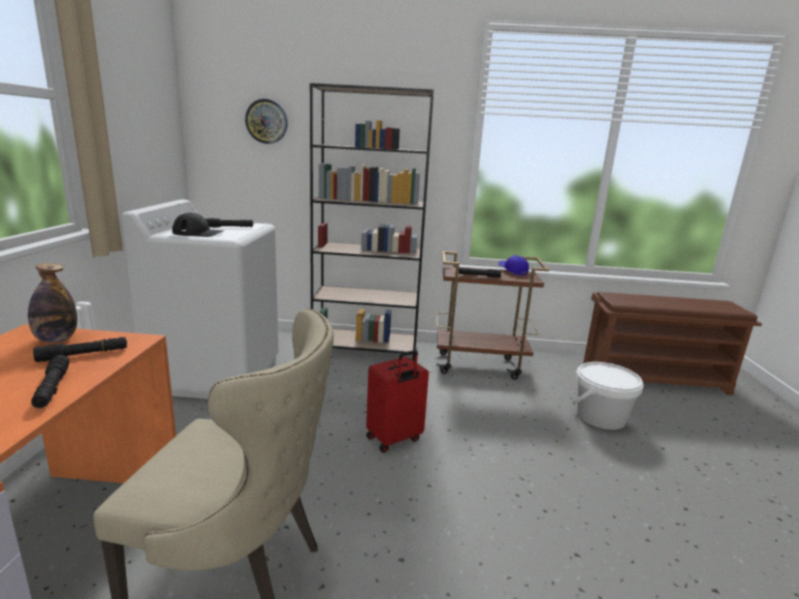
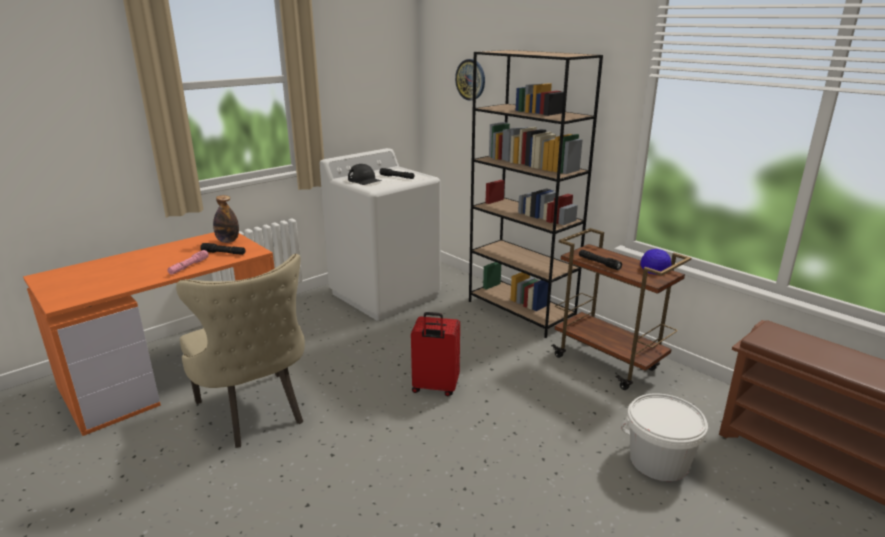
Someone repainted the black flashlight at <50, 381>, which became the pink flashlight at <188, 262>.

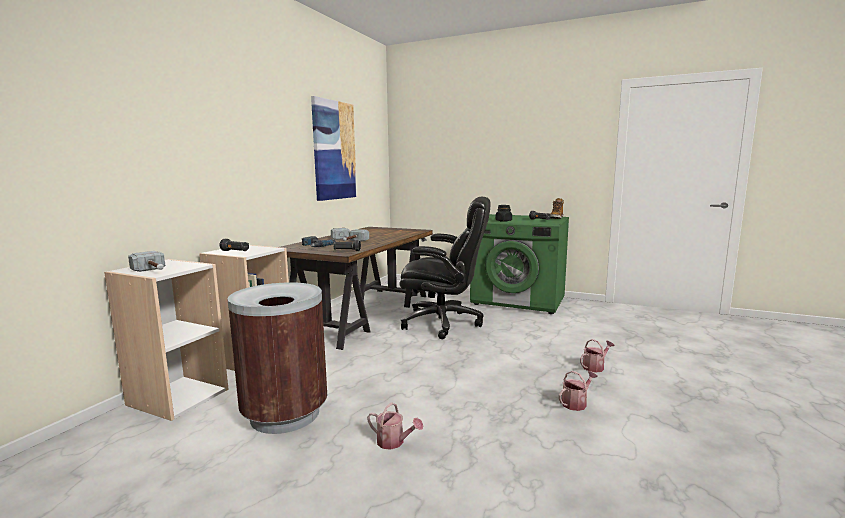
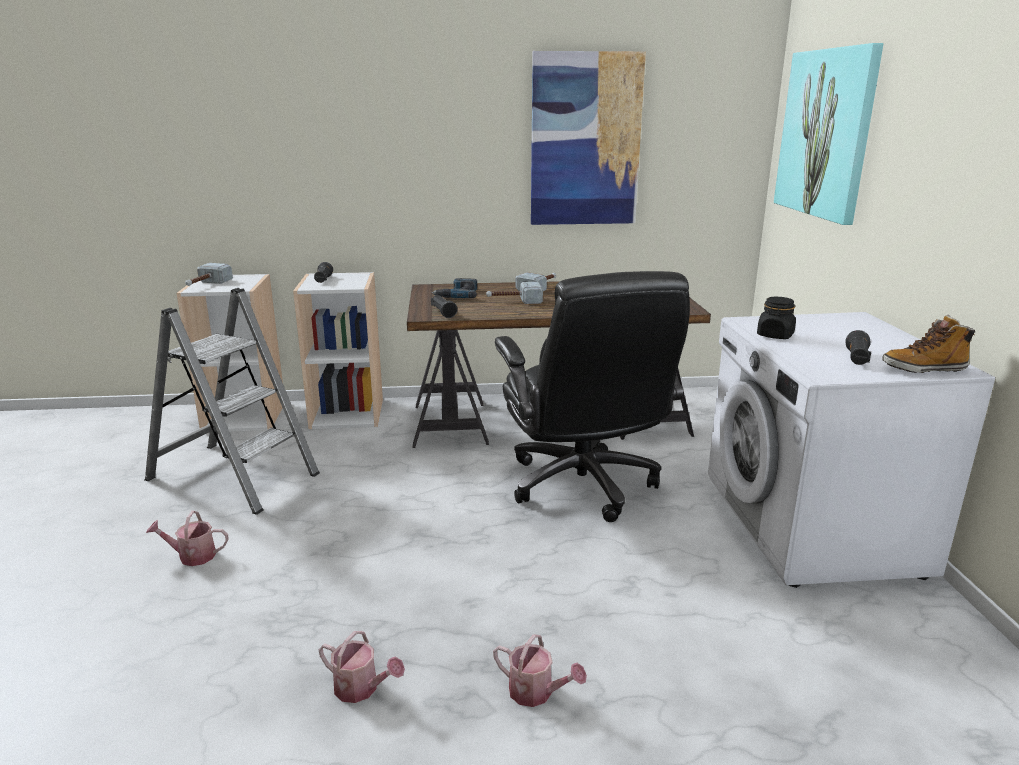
Someone put up the picture at <828, 134>. Someone swapped the brown trash can at <278, 358> for the grey step ladder at <232, 401>. Someone repainted the green washing machine at <519, 264>, which became the white washing machine at <851, 450>. Someone rotated the watering can at <395, 426> by 90 degrees clockwise.

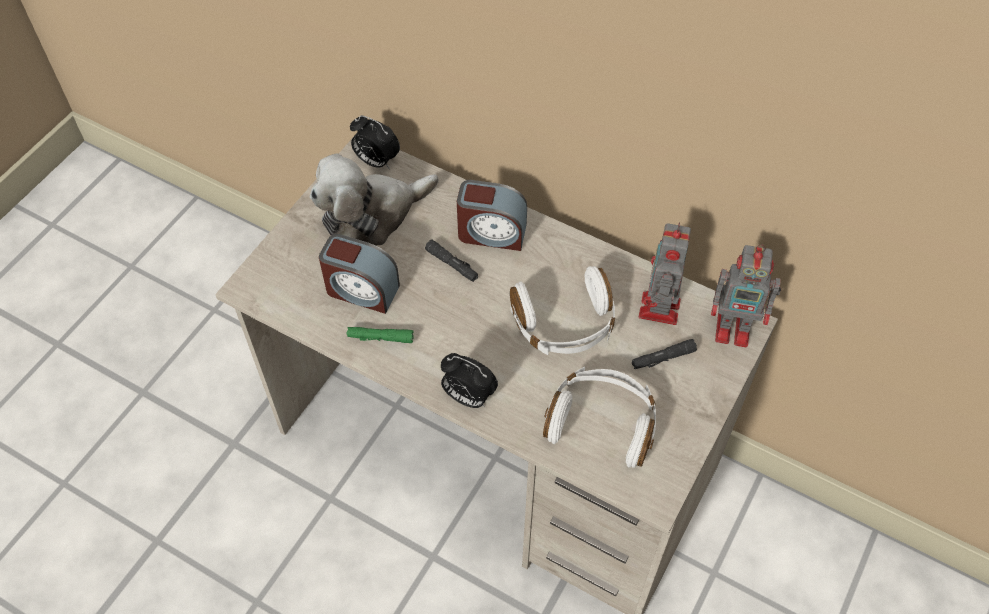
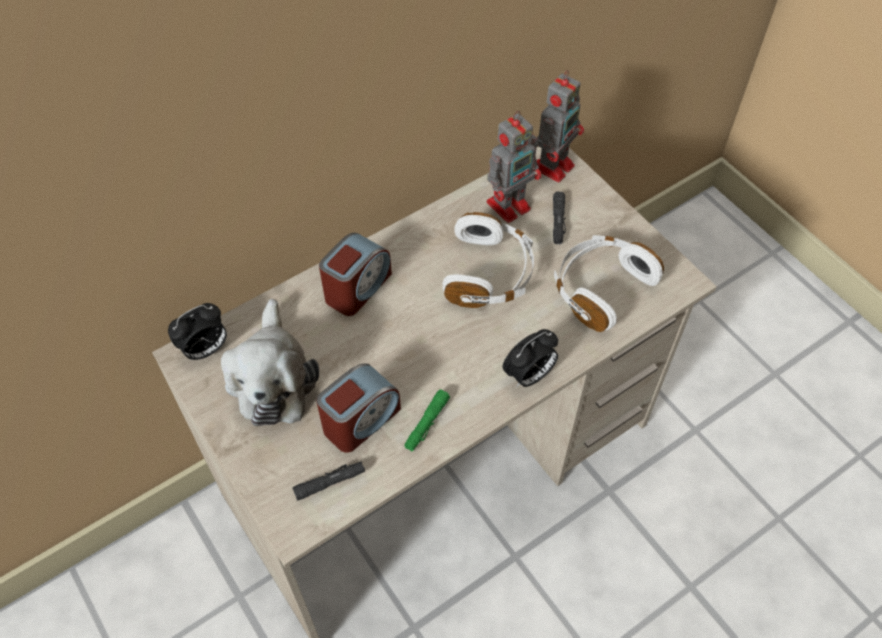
Someone carried the black flashlight from <451, 261> to <328, 481>. Someone rotated the toy robot at <665, 273> by 75 degrees counterclockwise.

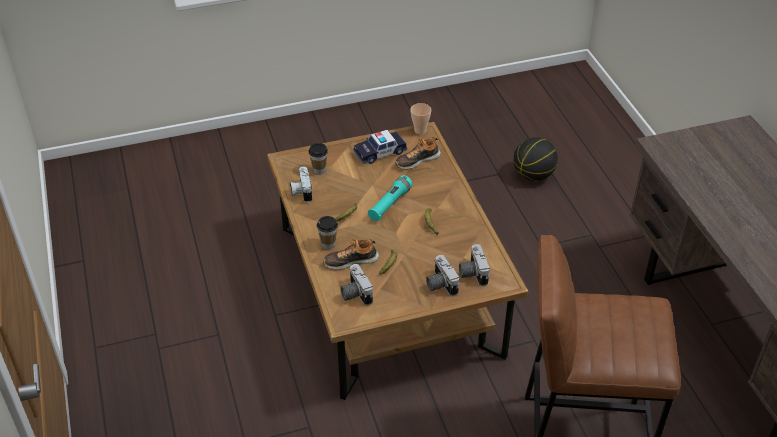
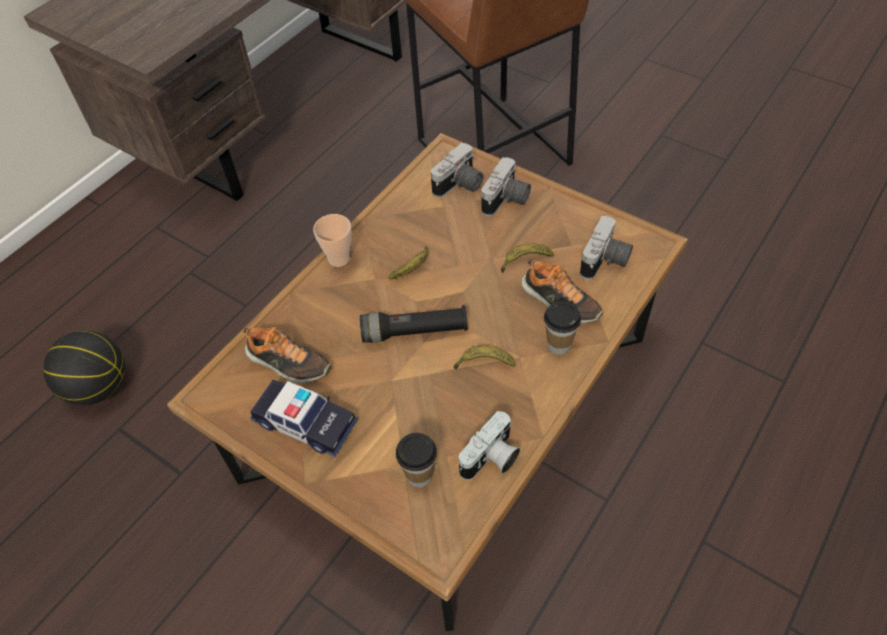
Someone carried the cup from <420, 118> to <332, 240>. Someone repainted the turquoise flashlight at <390, 198>, which became the black flashlight at <414, 324>.

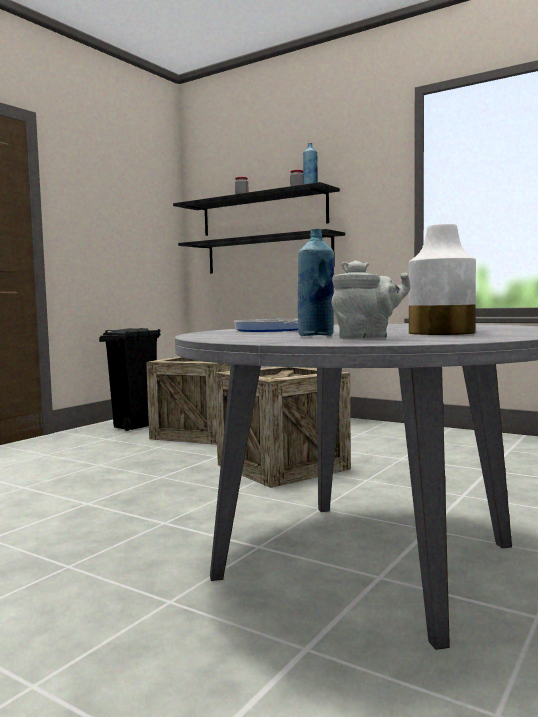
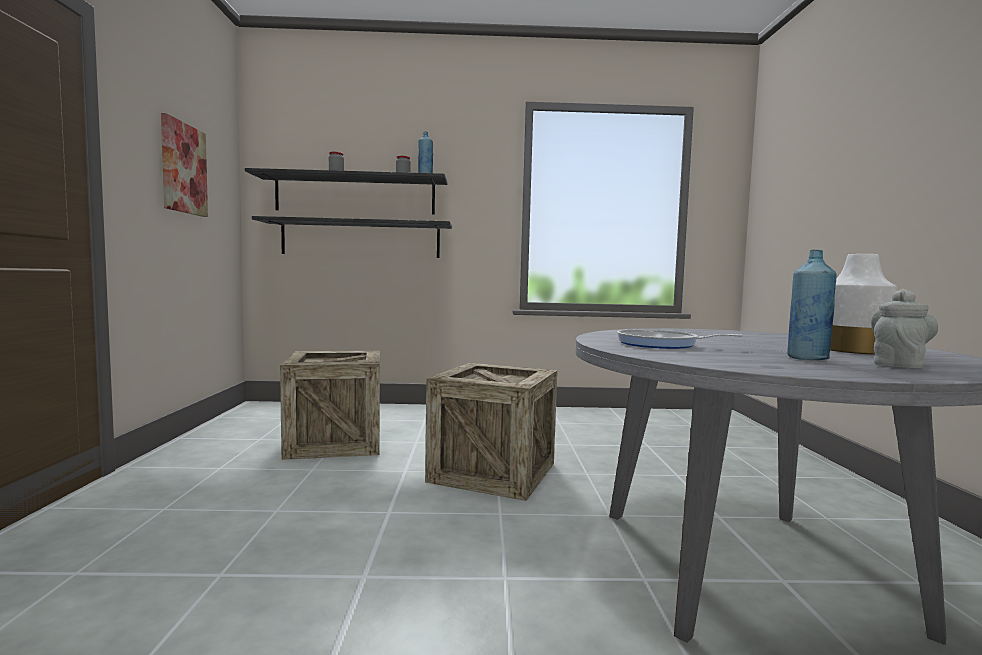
Someone took away the black trash can at <129, 379>. Someone put up the picture at <184, 165>.

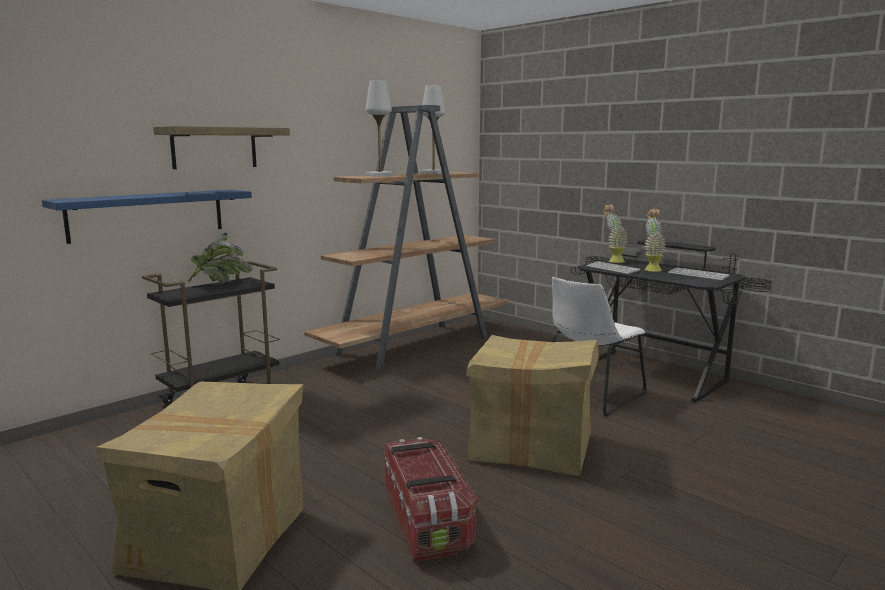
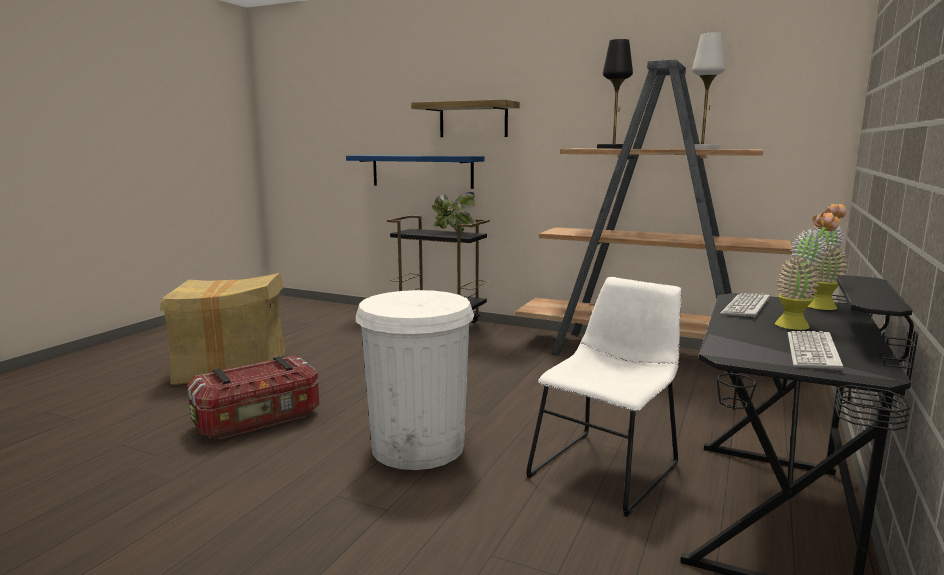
Someone swapped the cardboard box at <532, 405> for the white trash can at <415, 380>. Someone repainted the white table lamp at <380, 128>, which became the black table lamp at <615, 94>. Someone rotated the white chair at <599, 347> by 105 degrees clockwise.

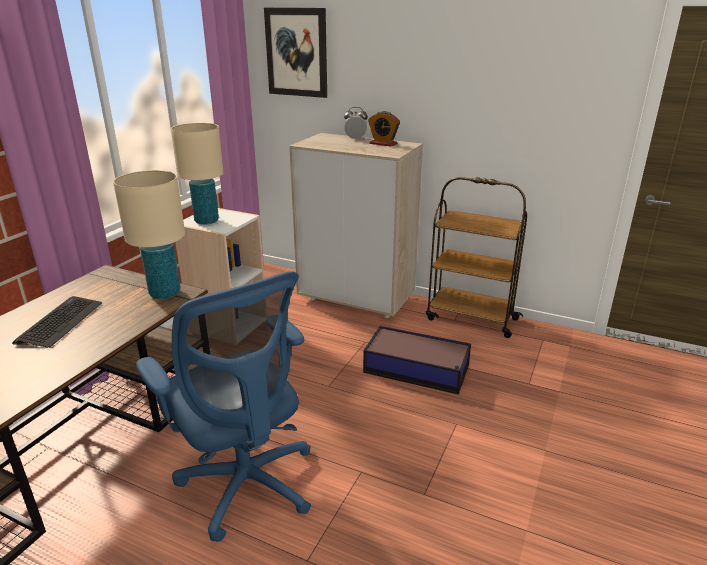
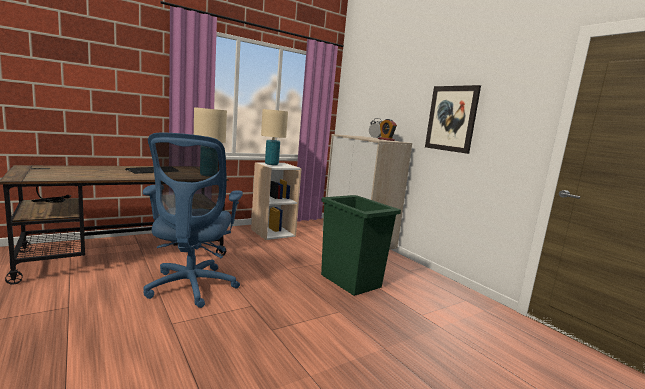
Someone took away the brown cart at <476, 257>. Someone carried the picture from <295, 53> to <453, 119>. Someone swapped the storage box at <417, 360> for the green trash can at <361, 245>.

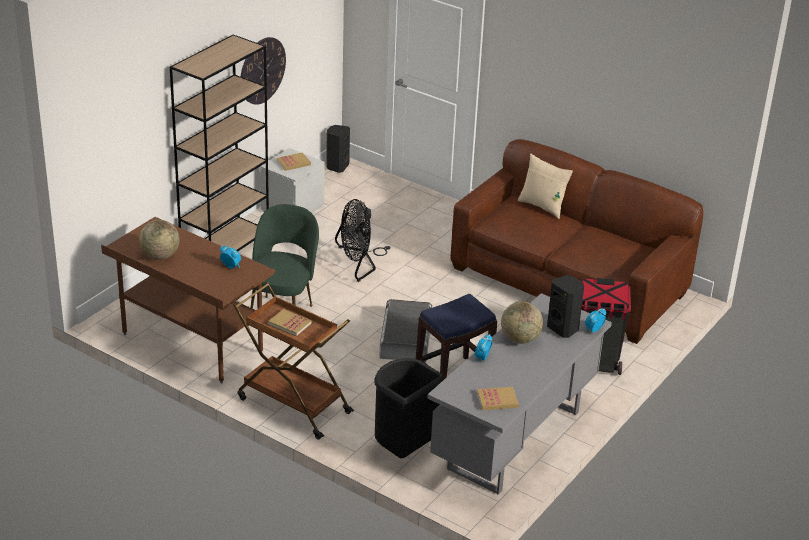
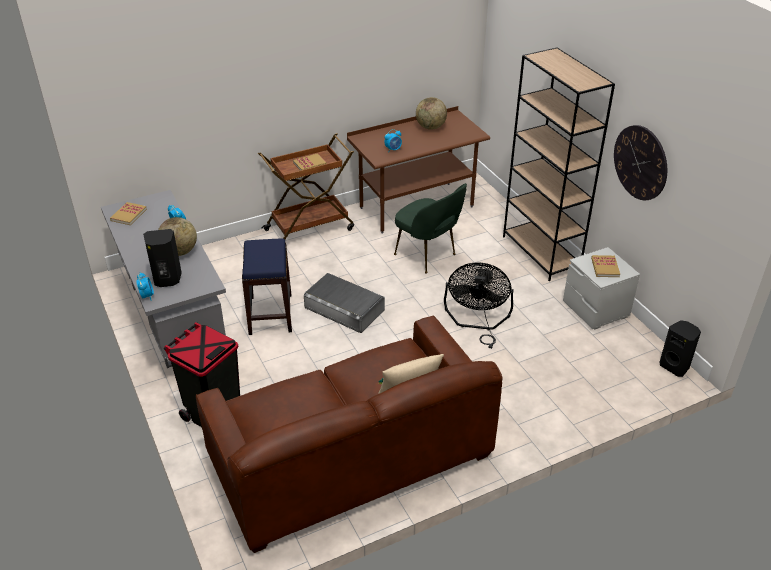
Someone took away the black trash can at <409, 408>.

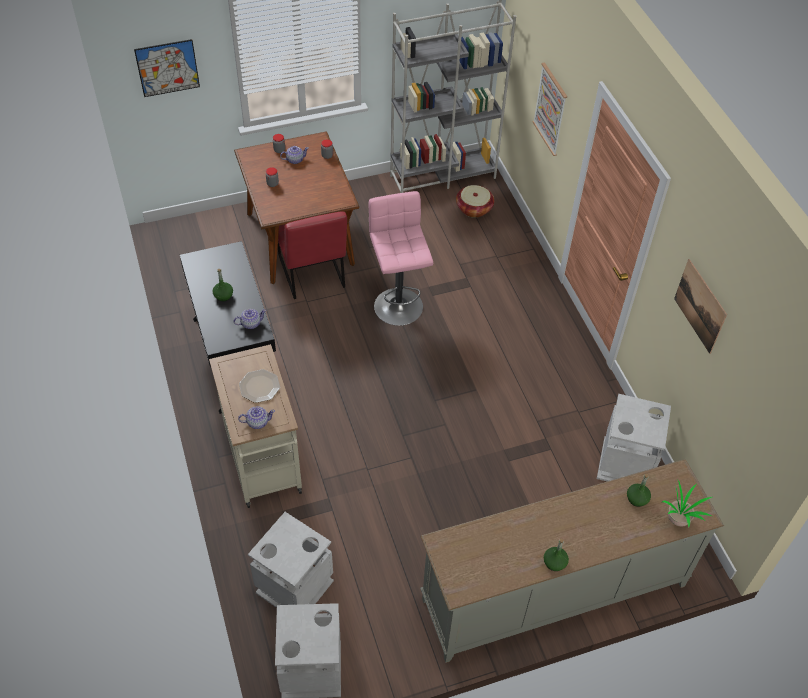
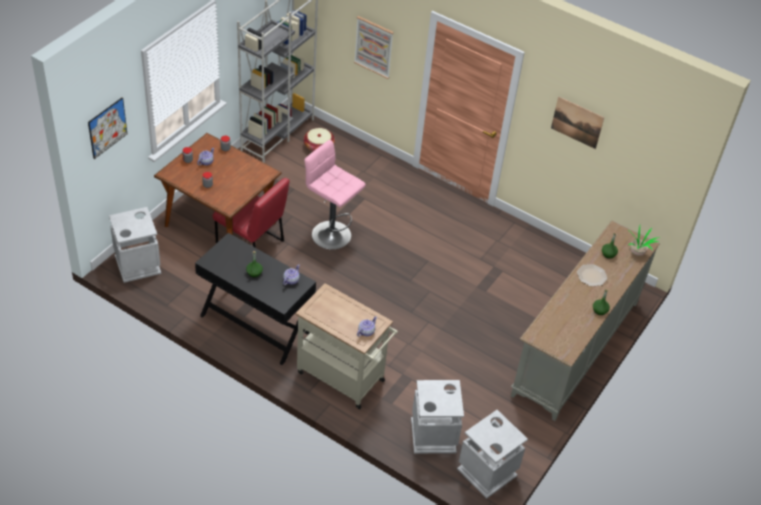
Someone carried the plate from <259, 386> to <592, 275>. Someone carried the grey trash can from <634, 437> to <135, 245>.

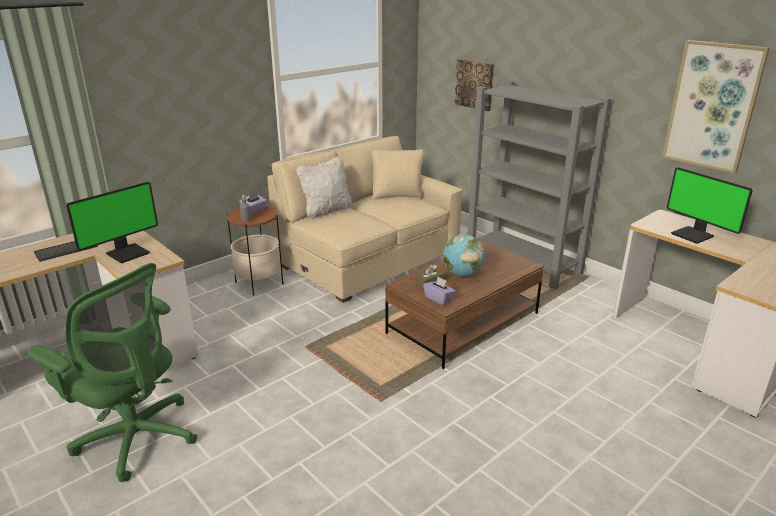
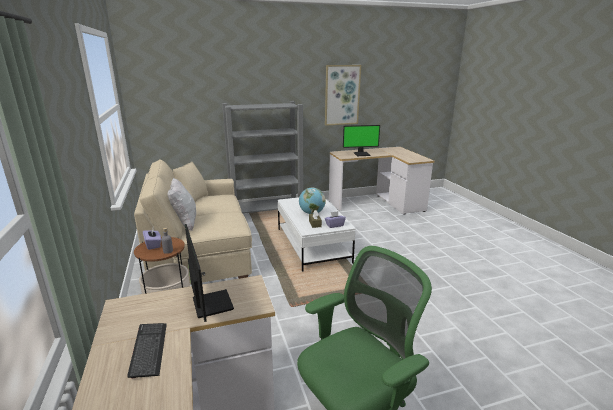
Someone took away the picture at <474, 85>. Someone repainted the brown coffee table at <464, 305>, which became the white coffee table at <317, 234>.

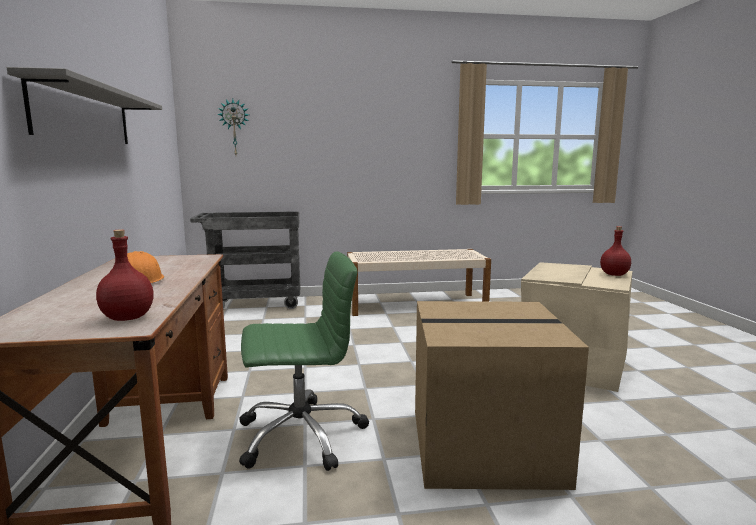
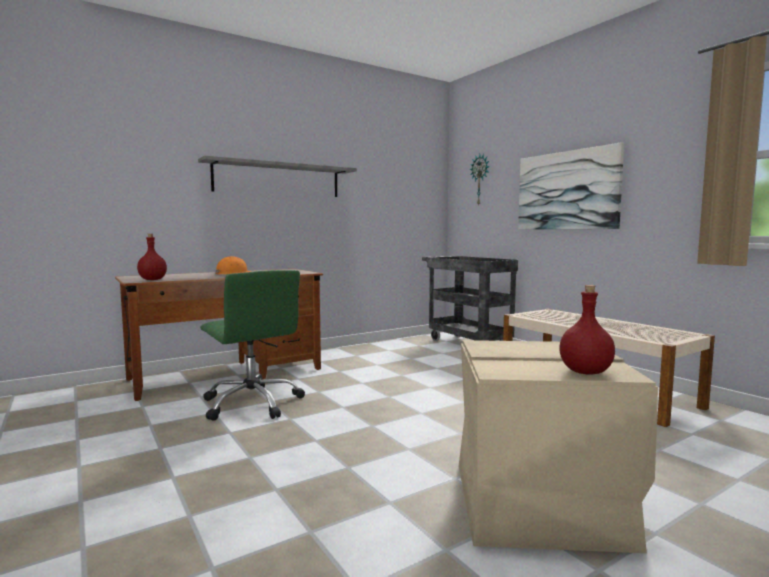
Someone took away the cardboard box at <502, 395>. Someone put up the picture at <571, 186>.

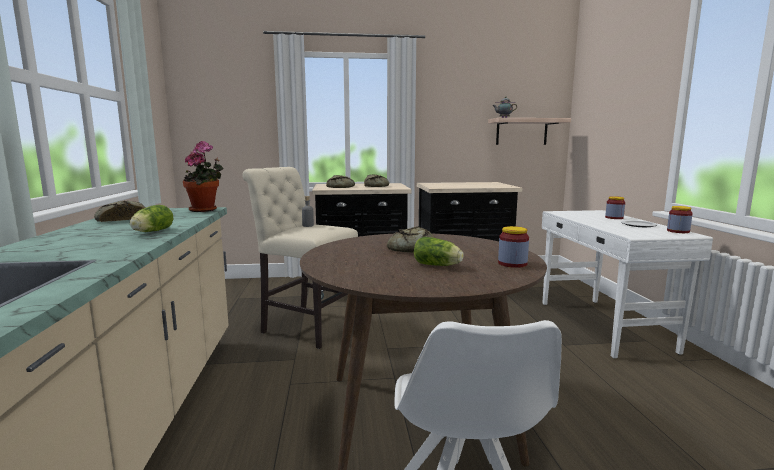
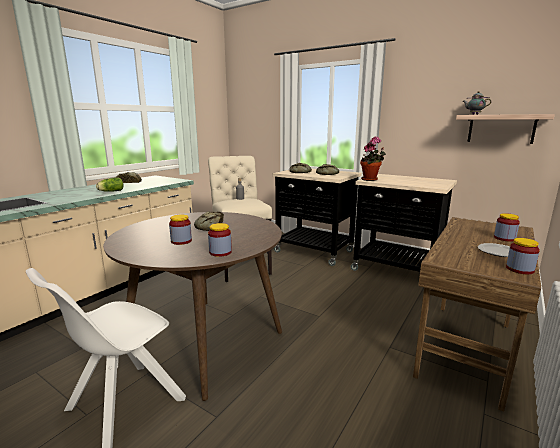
Someone carried the potted plant from <203, 176> to <373, 158>. Someone swapped the lettuce at <439, 251> for the jar at <180, 230>. Someone repainted the white console table at <627, 284>, which became the brown console table at <477, 314>.

